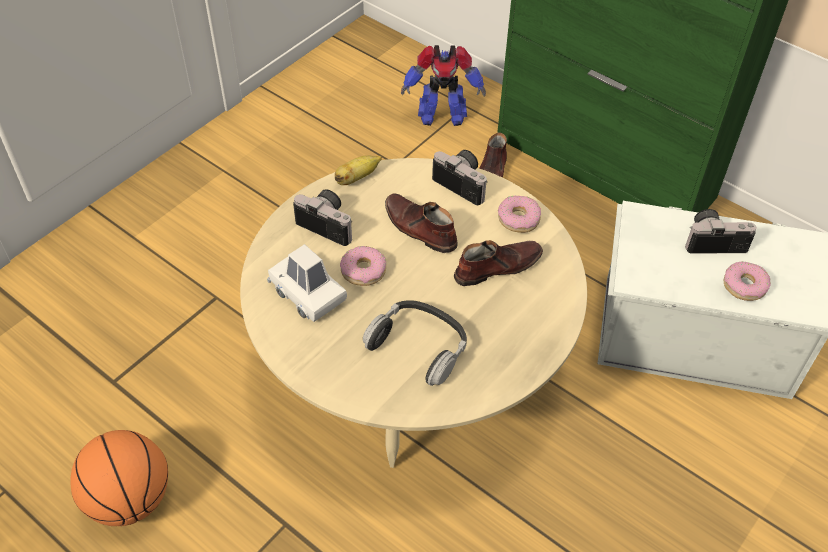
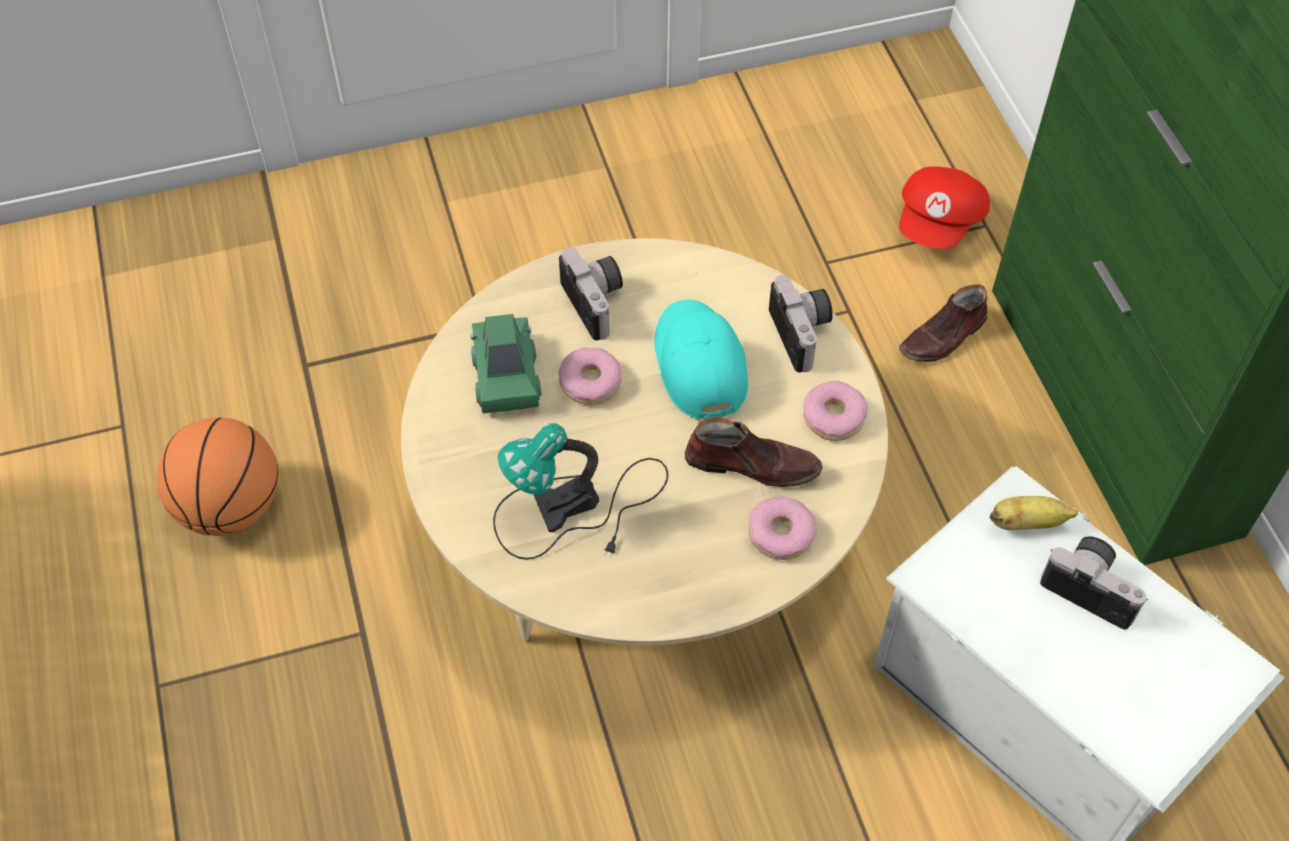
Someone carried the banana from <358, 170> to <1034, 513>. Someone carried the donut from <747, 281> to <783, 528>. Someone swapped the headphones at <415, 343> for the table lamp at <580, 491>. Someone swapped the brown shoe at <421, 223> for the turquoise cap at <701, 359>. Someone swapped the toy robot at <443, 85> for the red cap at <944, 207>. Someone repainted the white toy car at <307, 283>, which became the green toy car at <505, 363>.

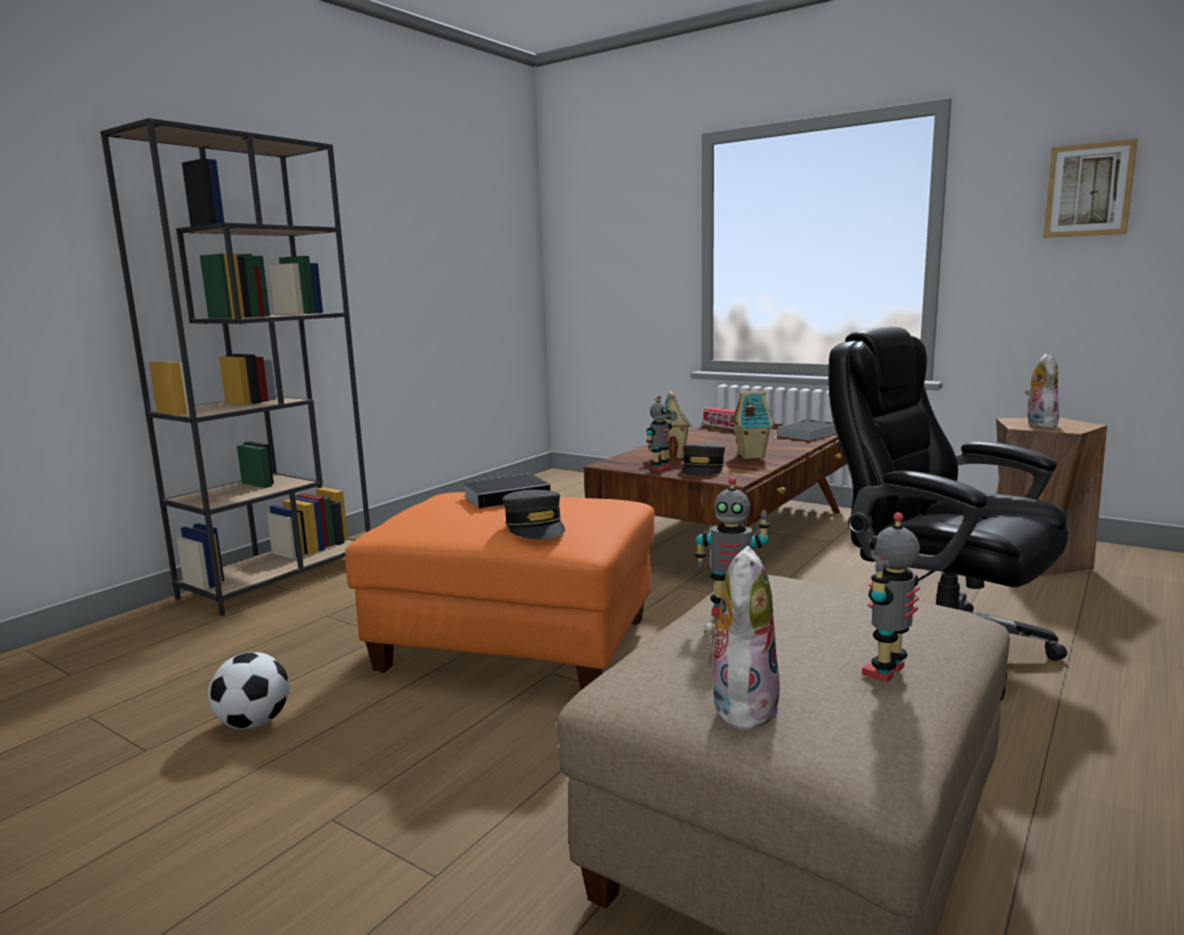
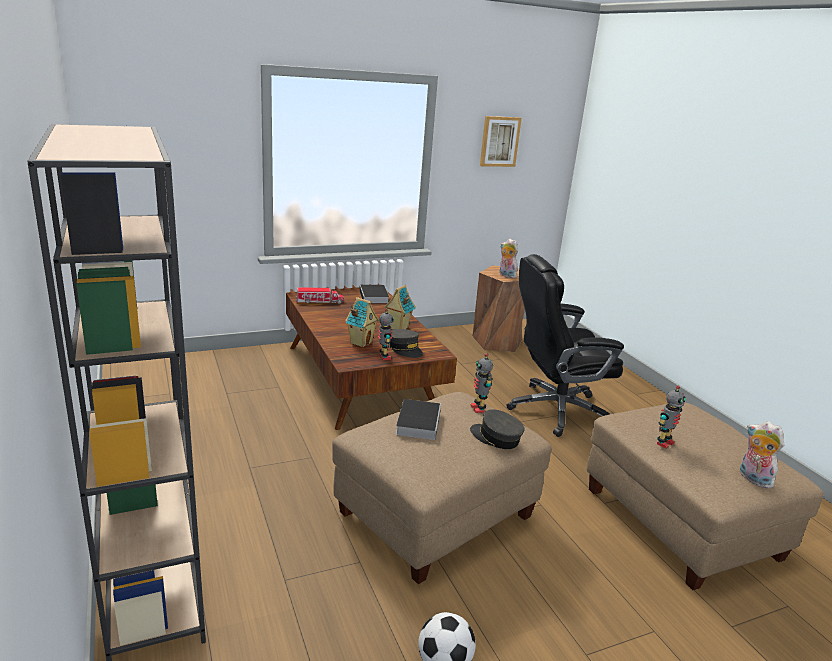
Someone carried the toy robot from <891, 597> to <481, 383>. Someone repainted the orange ottoman at <499, 591>, which became the beige ottoman at <442, 488>. Someone rotated the grey cap at <534, 514> by 150 degrees counterclockwise.

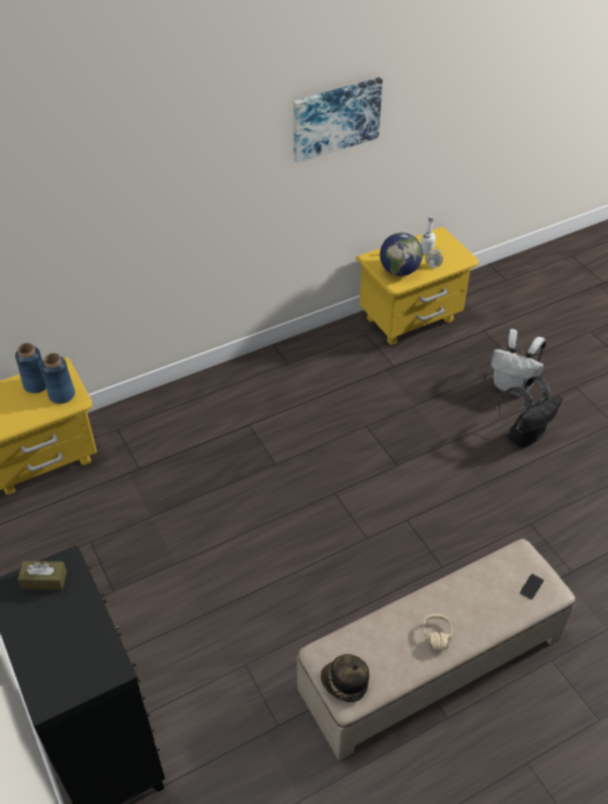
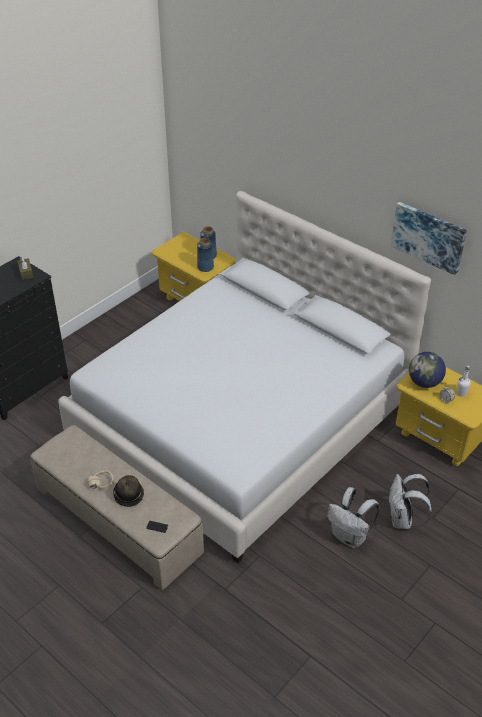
Someone put down the white bed at <244, 377>. Someone carried the hat from <345, 678> to <128, 491>. Someone repainted the black backpack at <531, 411>, which became the white backpack at <353, 517>.

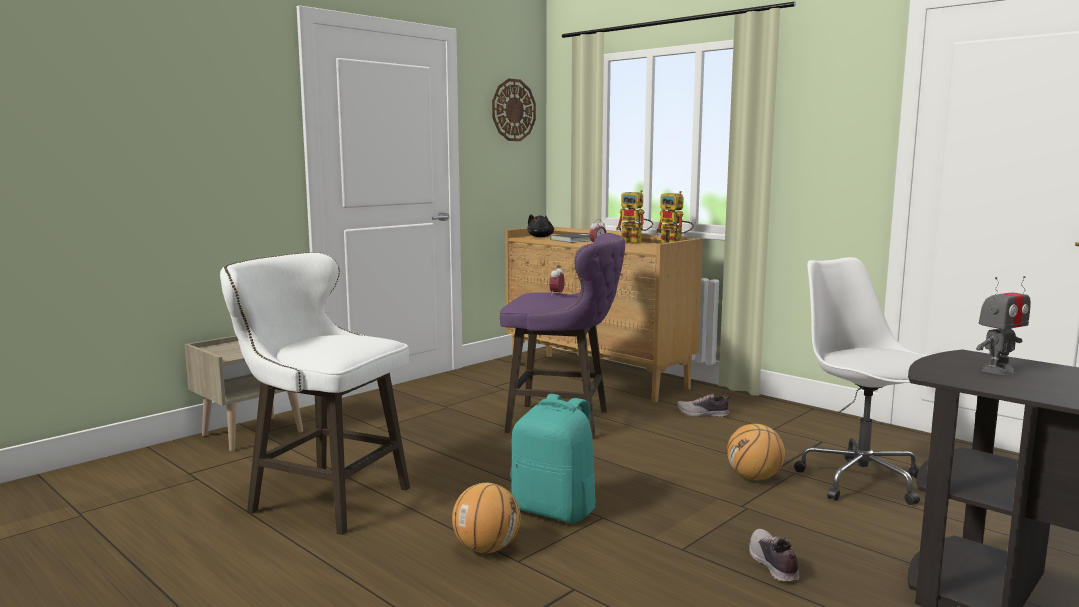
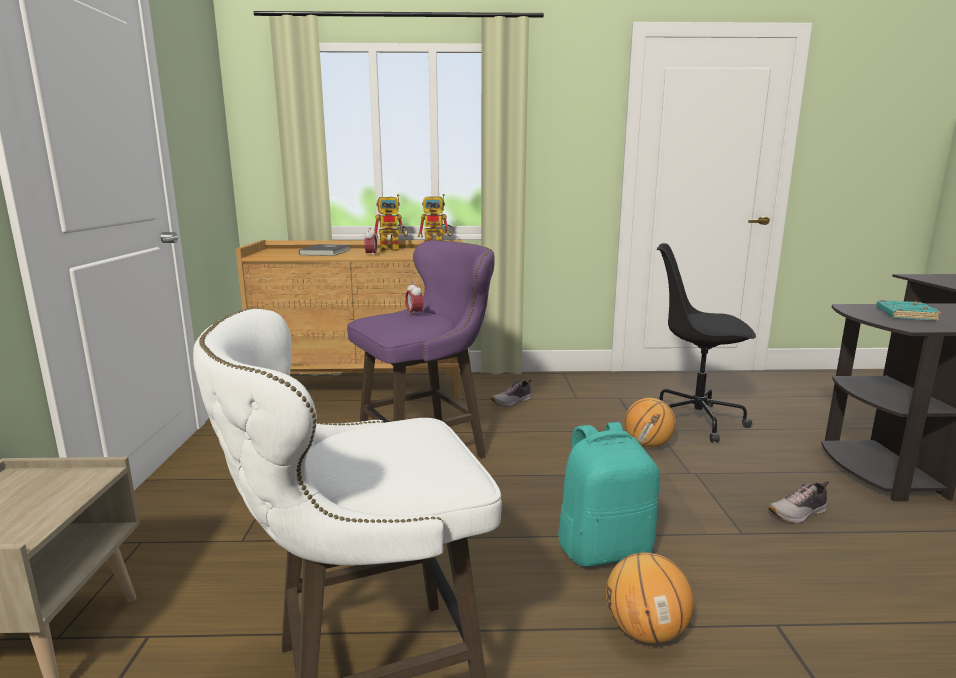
Someone took away the wall clock at <514, 109>. Someone took away the black plush toy at <540, 225>. Someone swapped the toy robot at <1003, 325> for the turquoise book at <908, 310>. Someone repainted the white office chair at <861, 381>, which became the black office chair at <706, 342>. Someone rotated the shoe at <774, 555> by 60 degrees counterclockwise.

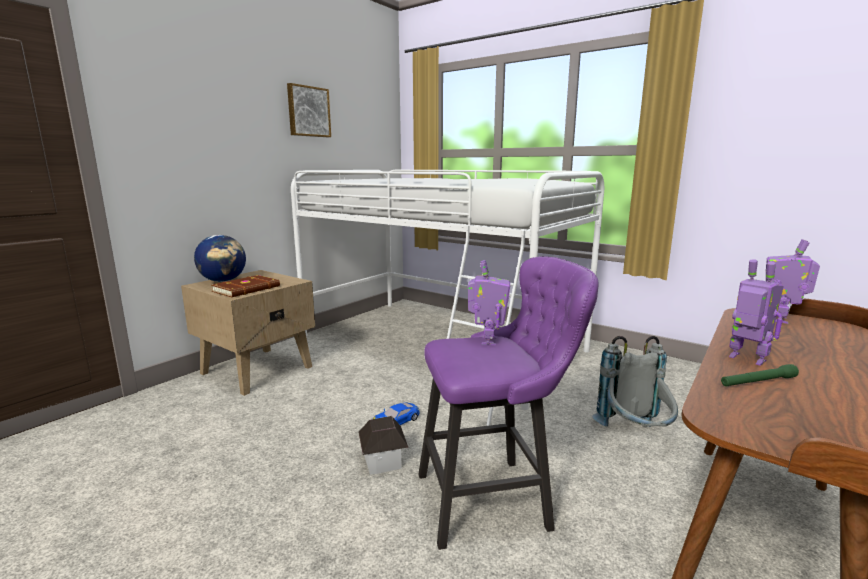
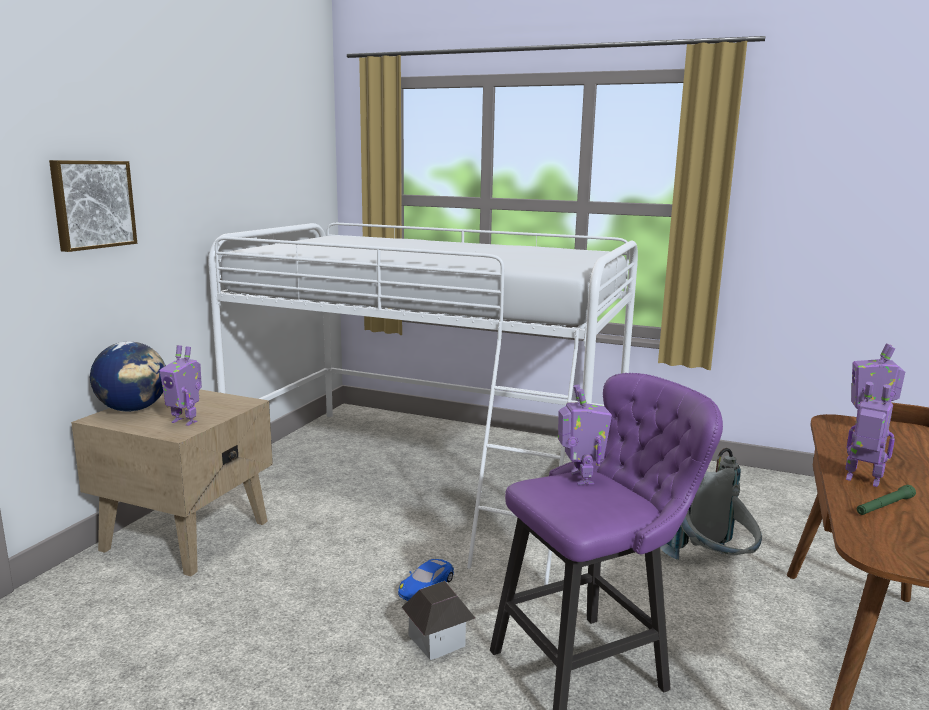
Someone carried the picture from <309, 110> to <93, 206>. Someone swapped the brown book at <245, 286> for the toy robot at <181, 385>.

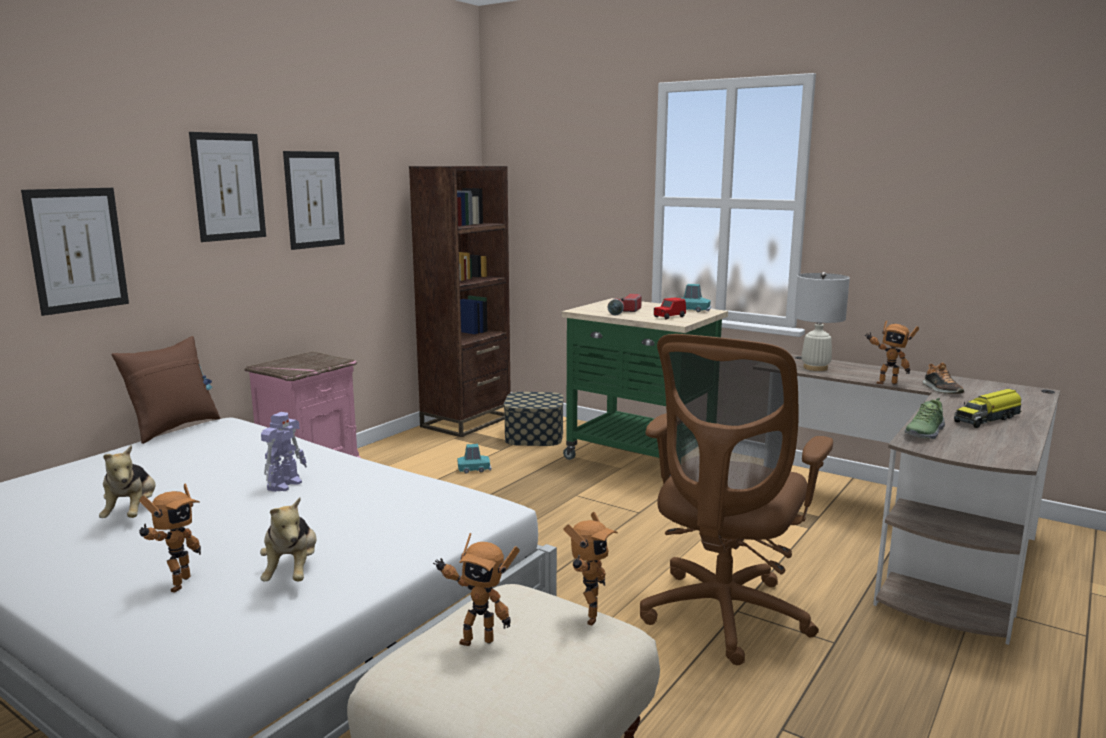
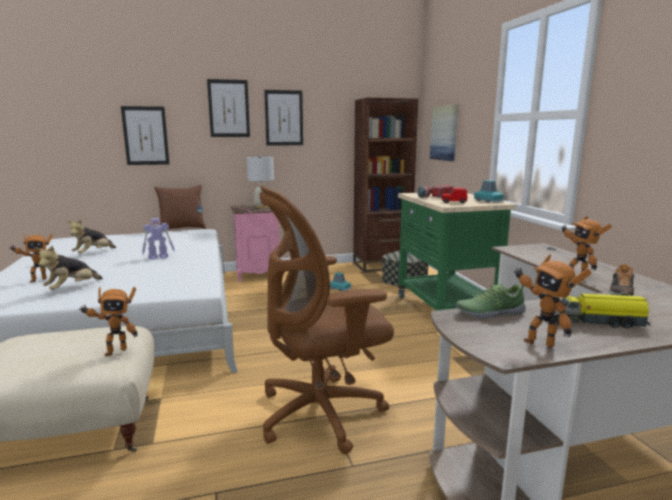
Someone put up the picture at <444, 132>. Someone carried the toy robot from <476, 589> to <552, 301>. Someone carried the white table lamp from <822, 321> to <260, 181>.

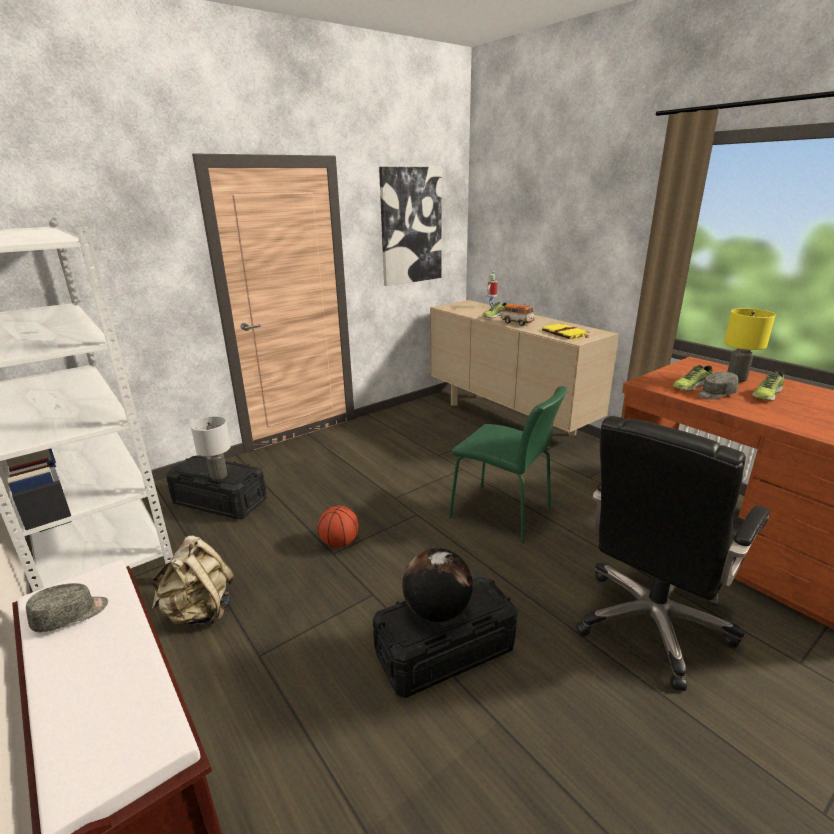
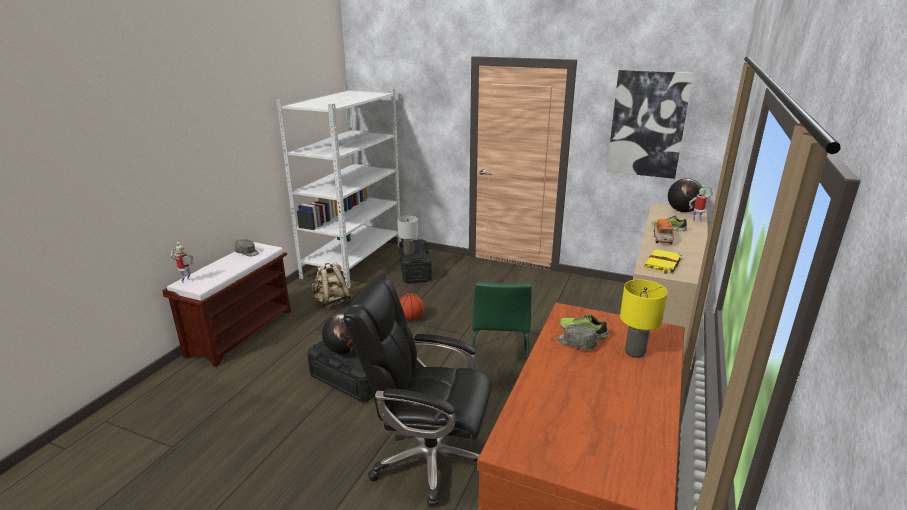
Someone took away the shoe at <768, 385>. Someone put down the toy robot at <182, 262>. Someone put down the globe at <685, 195>.

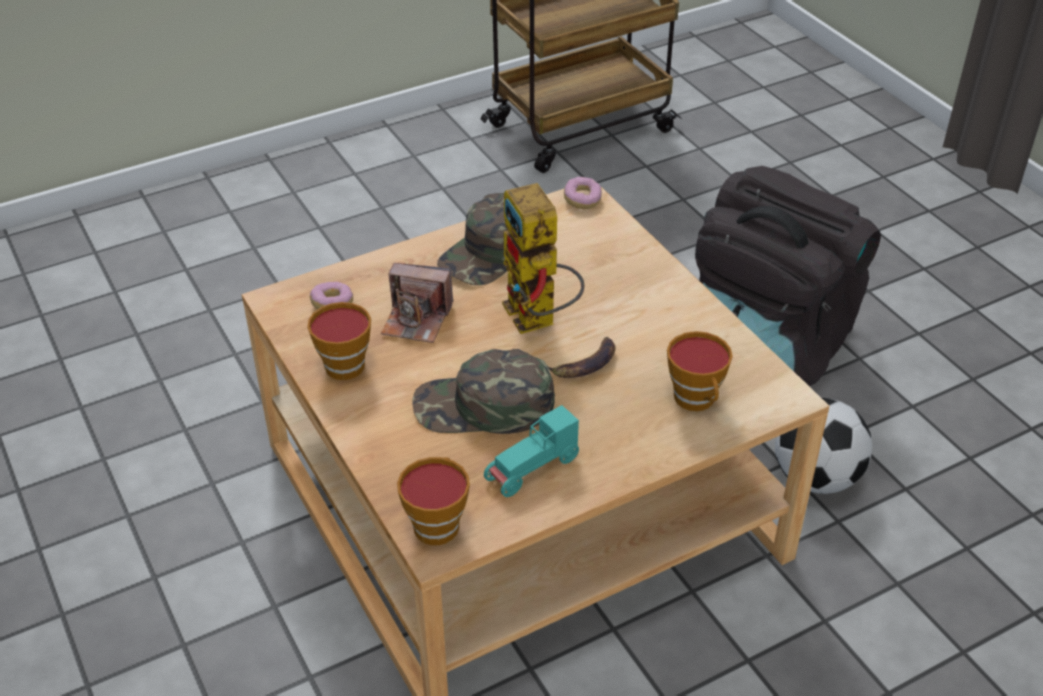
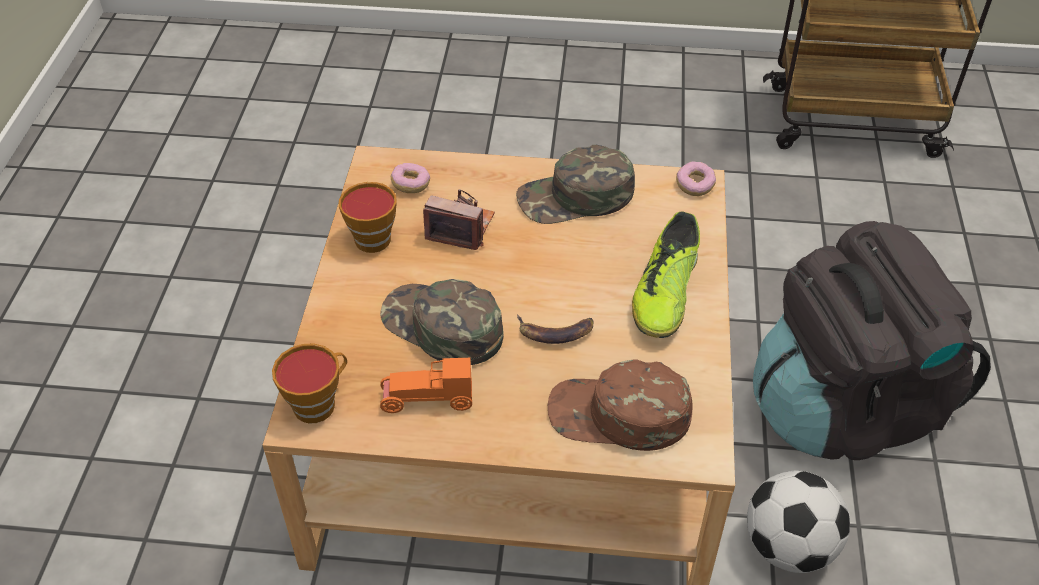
Someone took away the toy robot at <543, 258>. Someone put down the shoe at <666, 274>. Someone swapped the cup at <700, 371> for the brown cap at <620, 405>. Someone repainted the turquoise toy car at <531, 451>, which became the orange toy car at <426, 385>. Someone rotated the photo camera at <417, 303> by 150 degrees clockwise.

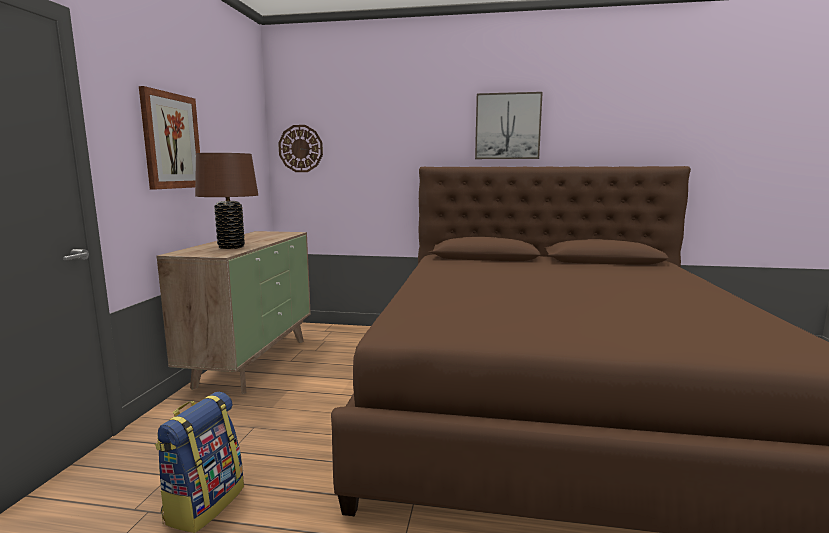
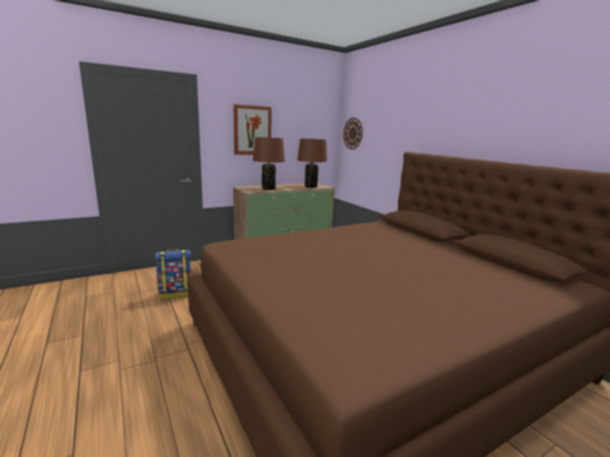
Someone took away the picture at <509, 125>. Someone put down the brown table lamp at <312, 163>.

